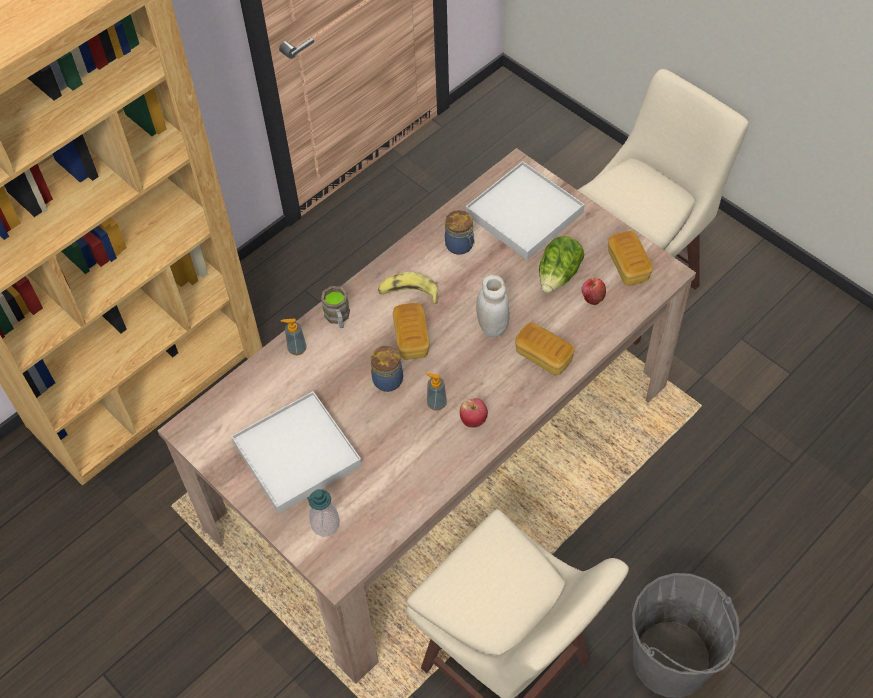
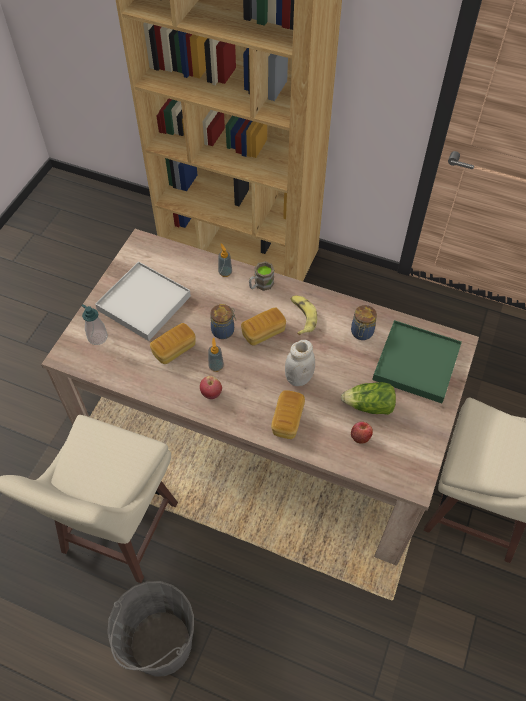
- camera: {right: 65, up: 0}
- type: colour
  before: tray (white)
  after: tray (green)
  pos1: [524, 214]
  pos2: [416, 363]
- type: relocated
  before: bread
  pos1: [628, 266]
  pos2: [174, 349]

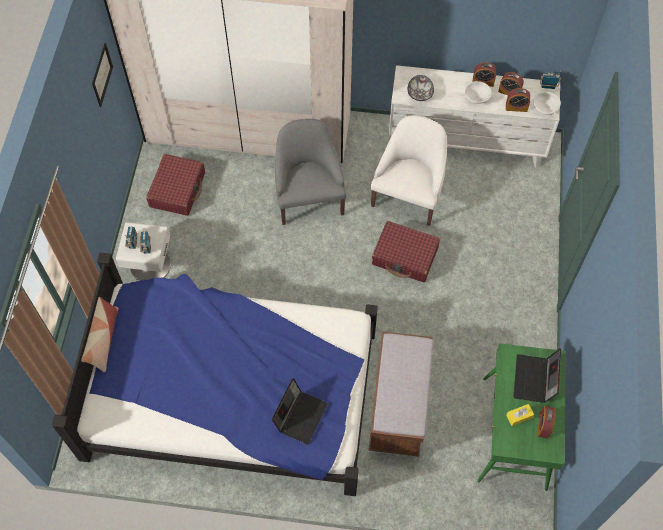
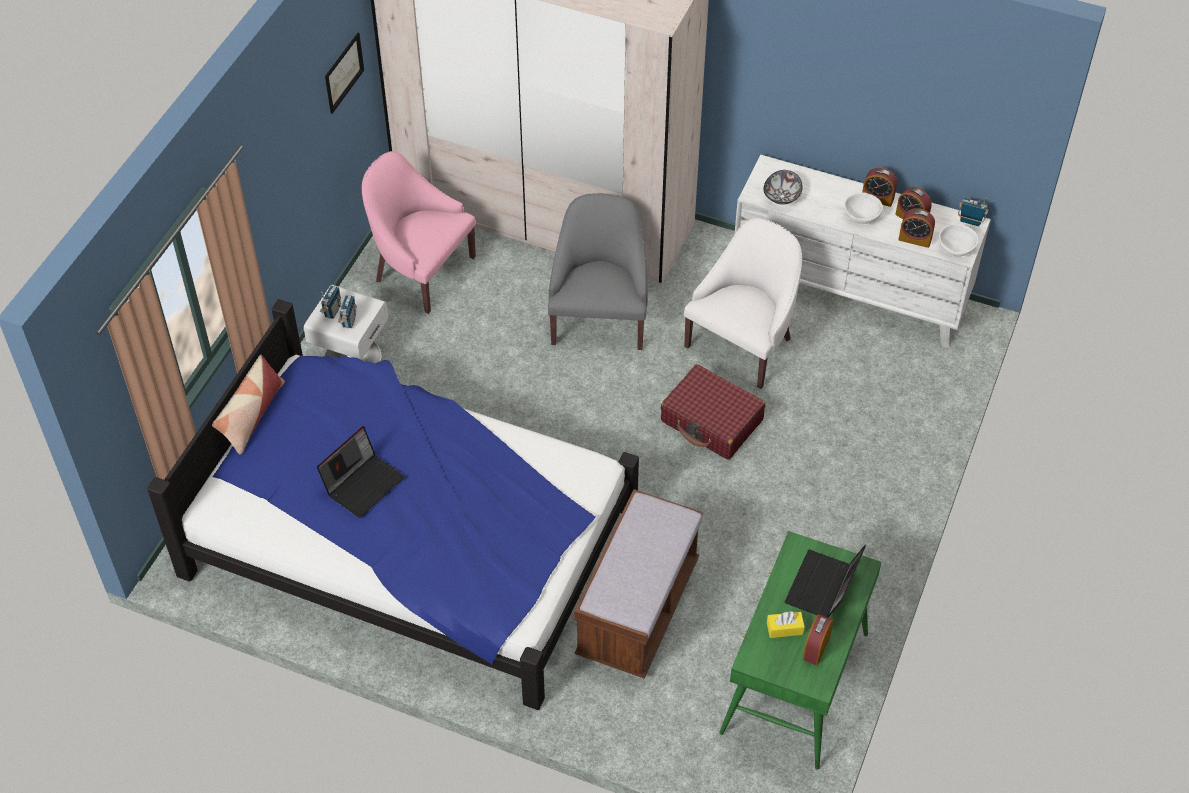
- camera: {right: 15, up: -10}
- type: exchanged
  before: suitcase (red)
  after: armchair (pink)
  pos1: [177, 189]
  pos2: [421, 271]
- type: relocated
  before: laptop
  pos1: [300, 415]
  pos2: [363, 483]

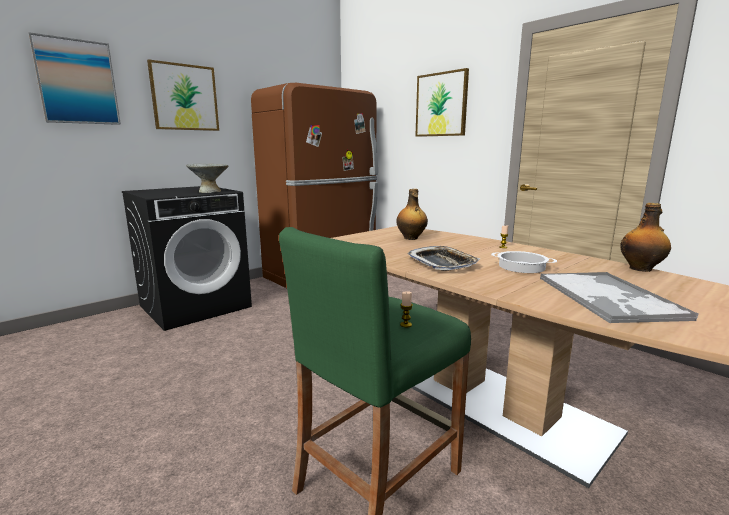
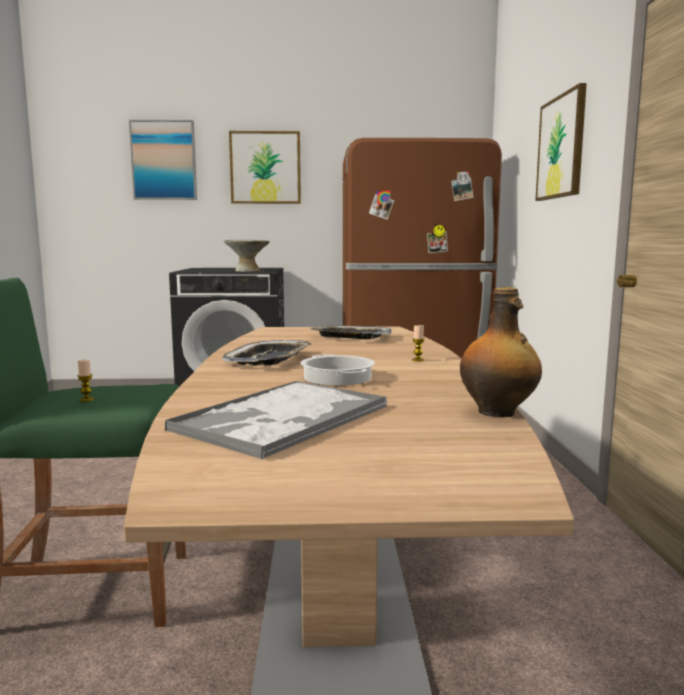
- camera: {right: 40, up: -5}
- type: exchanged
  before: bottle
  after: tray
  pos1: [411, 238]
  pos2: [350, 337]

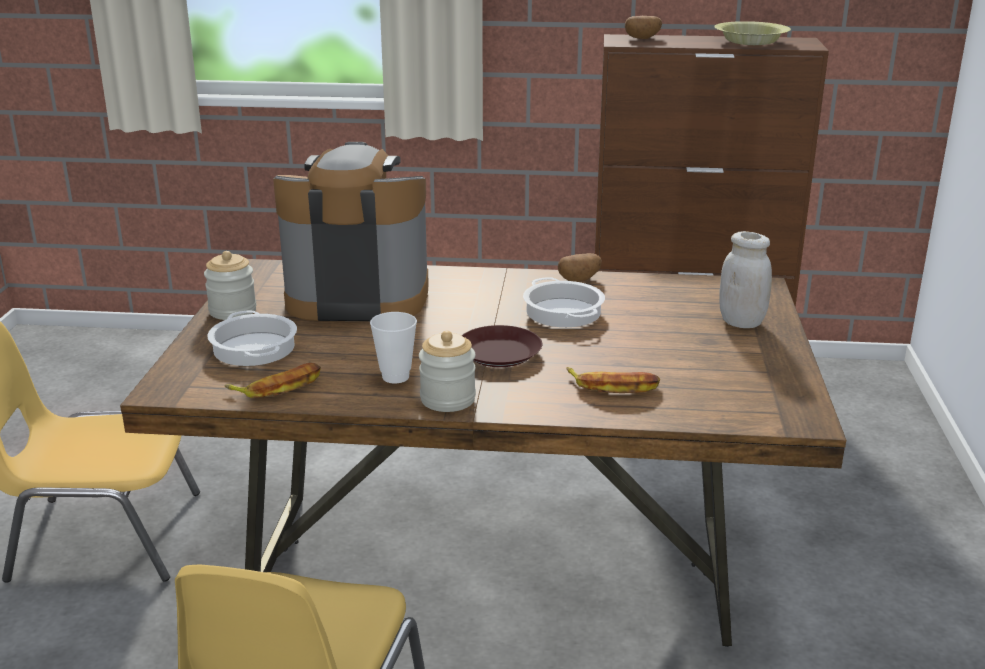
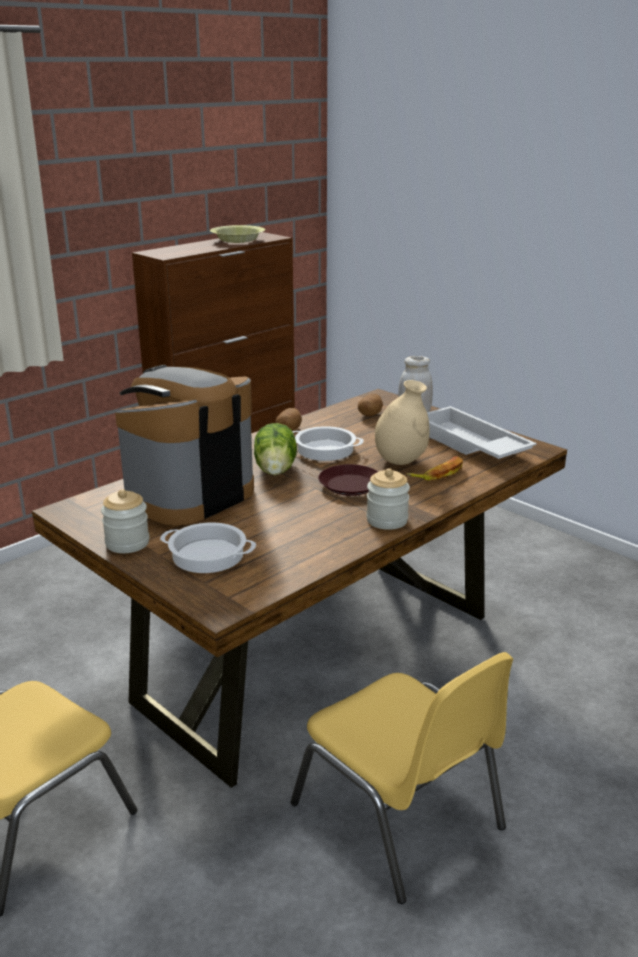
- camera: {right: -50, up: 0}
- type: missing
  before: banana
  pos1: [278, 387]
- type: missing
  before: cup
  pos1: [395, 377]
- type: relocated
  before: potato
  pos1: [642, 38]
  pos2: [370, 414]
- type: appeared
  after: lettuce
  pos2: [276, 470]
- type: appeared
  after: vase (beige)
  pos2: [400, 461]
- type: appeared
  after: tray (white)
  pos2: [469, 444]

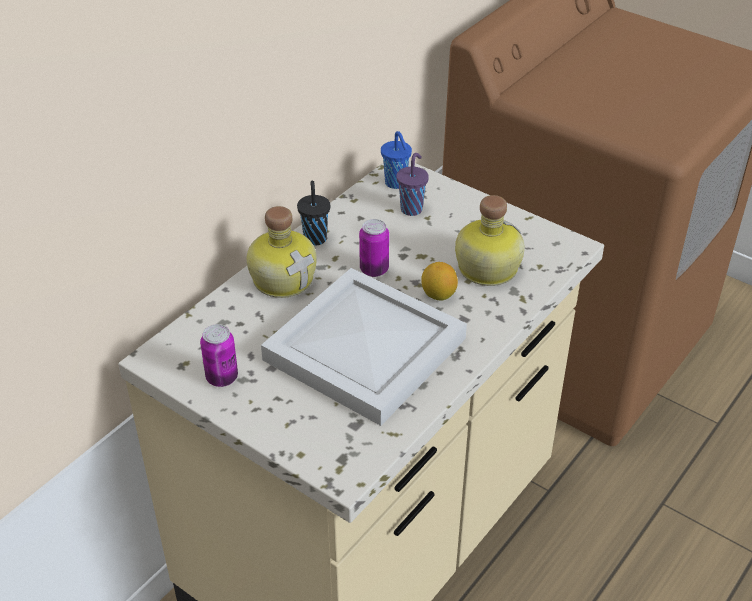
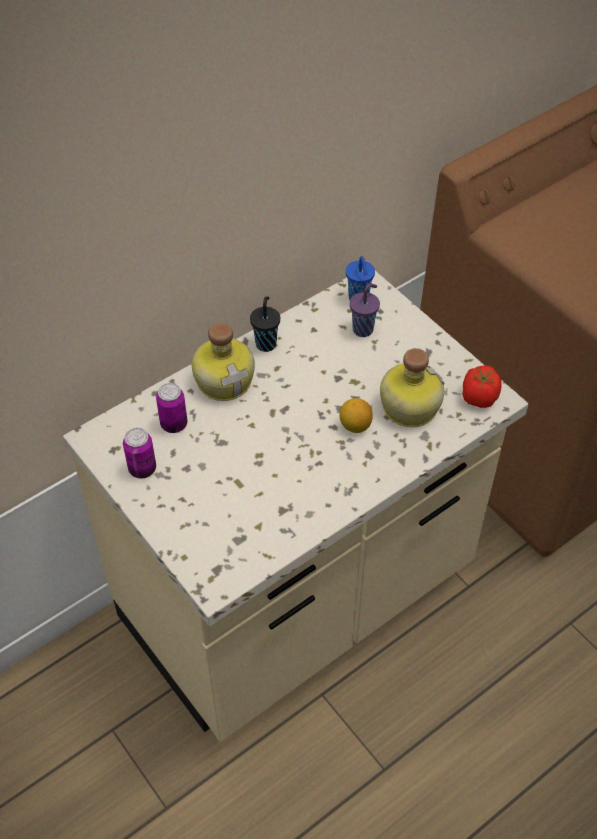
- camera: {right: 15, up: 10}
- type: missing
  before: tray (white)
  pos1: [364, 347]
- type: relocated
  before: can
  pos1: [374, 270]
  pos2: [174, 424]
- type: appeared
  after: tomato
  pos2: [478, 397]

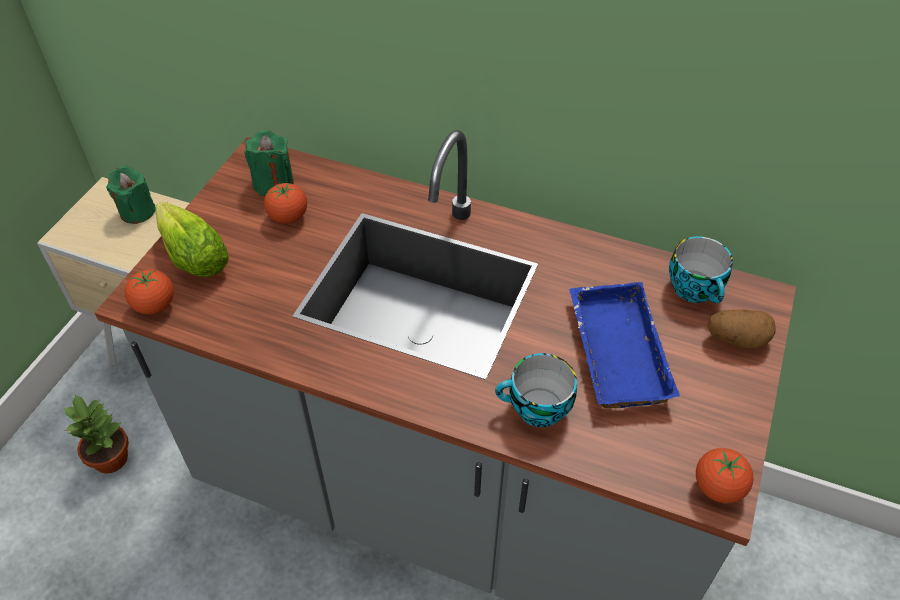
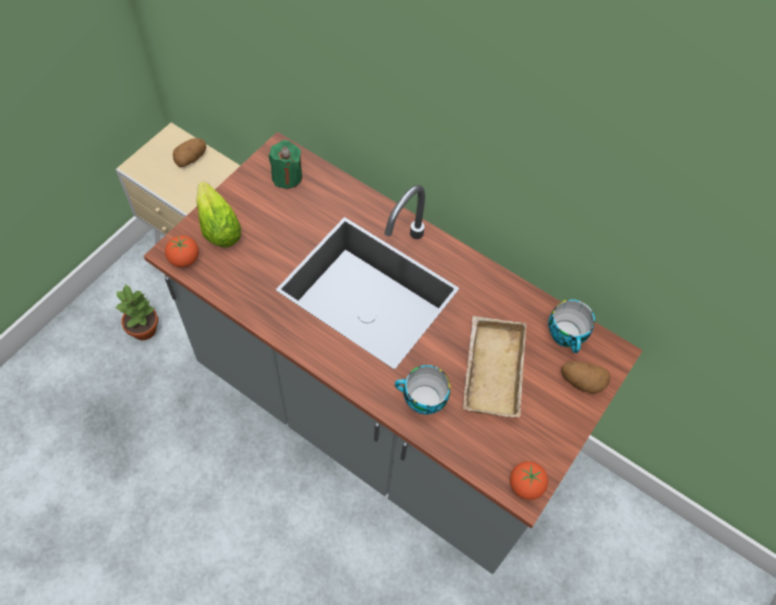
- camera: {right: 10, up: 10}
- type: exchanged
  before: candle (green)
  after: potato
  pos1: [137, 211]
  pos2: [191, 158]
- type: missing
  before: tomato
  pos1: [288, 217]
- type: colour
  before: tray (blue)
  after: tray (beige)
  pos1: [613, 350]
  pos2: [490, 369]

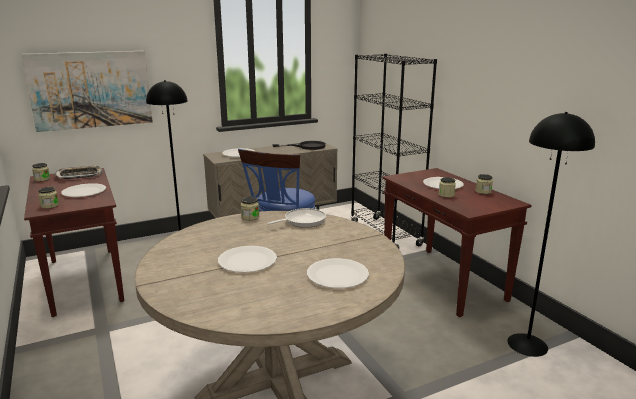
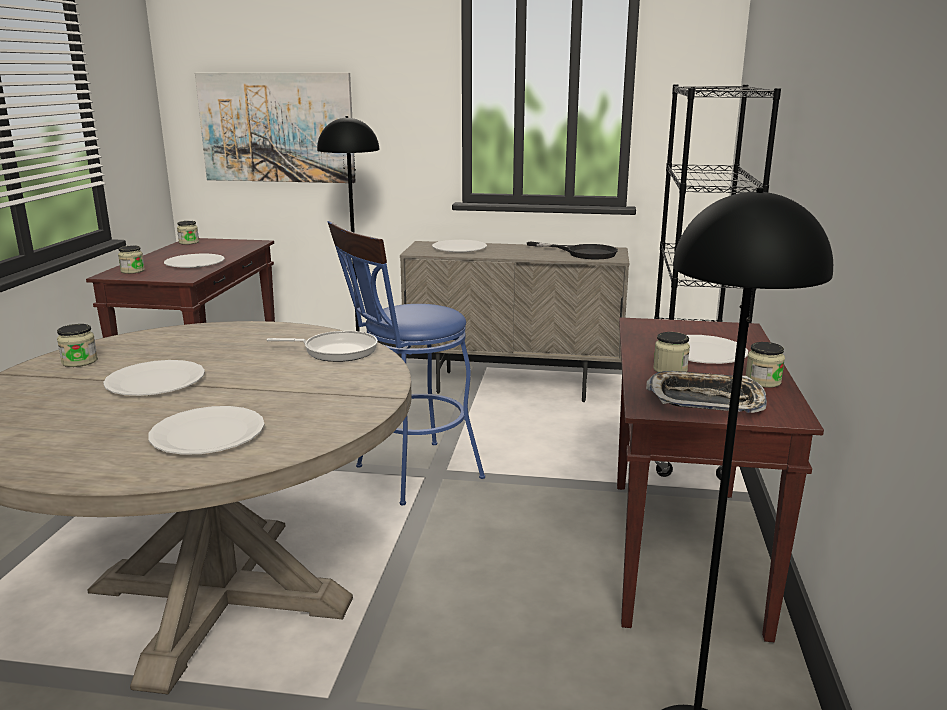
- camera: {right: 35, up: 0}
- type: relocated
  before: tray
  pos1: [79, 175]
  pos2: [705, 400]
- type: relocated
  before: jar
  pos1: [250, 217]
  pos2: [79, 361]

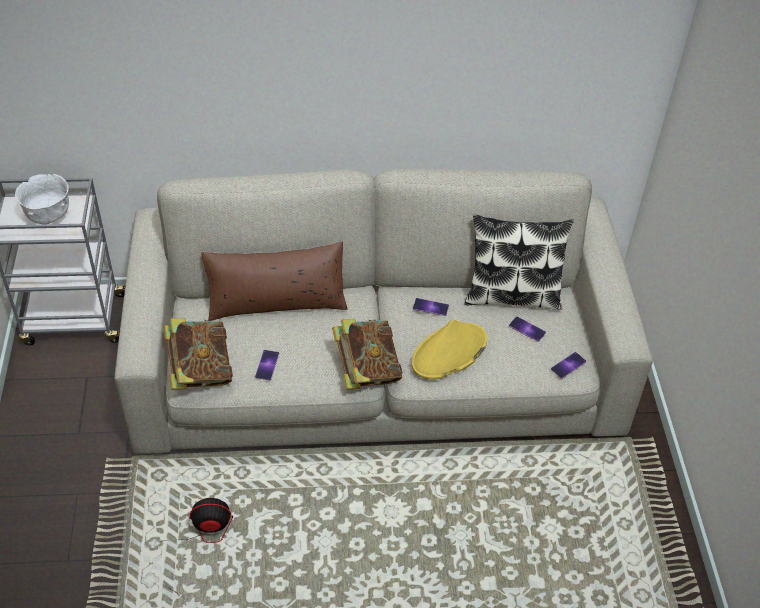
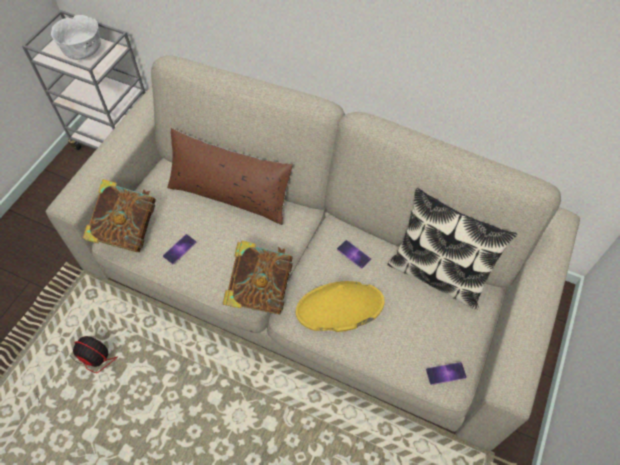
- camera: {right: 30, up: 10}
- type: missing
  before: phone
  pos1: [527, 329]

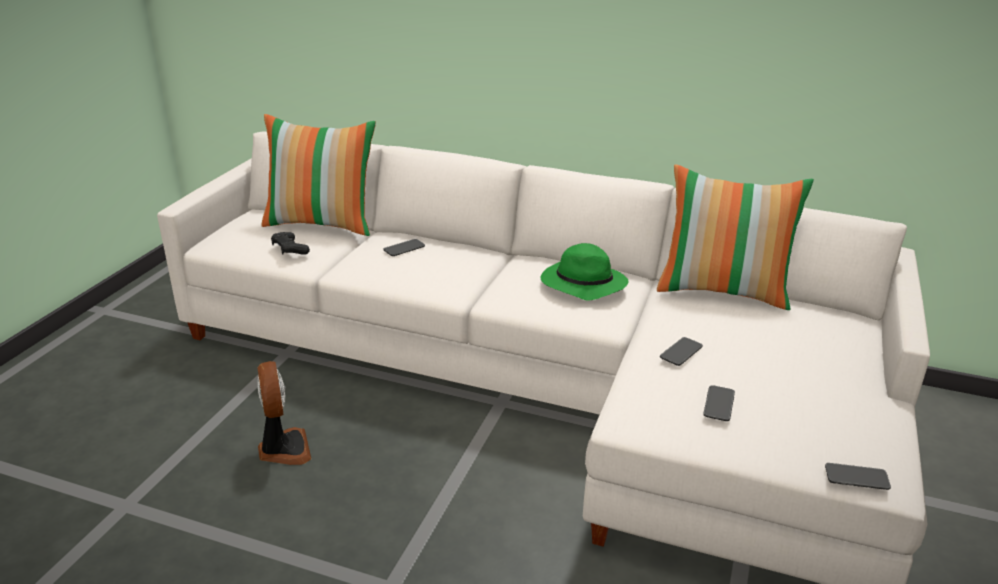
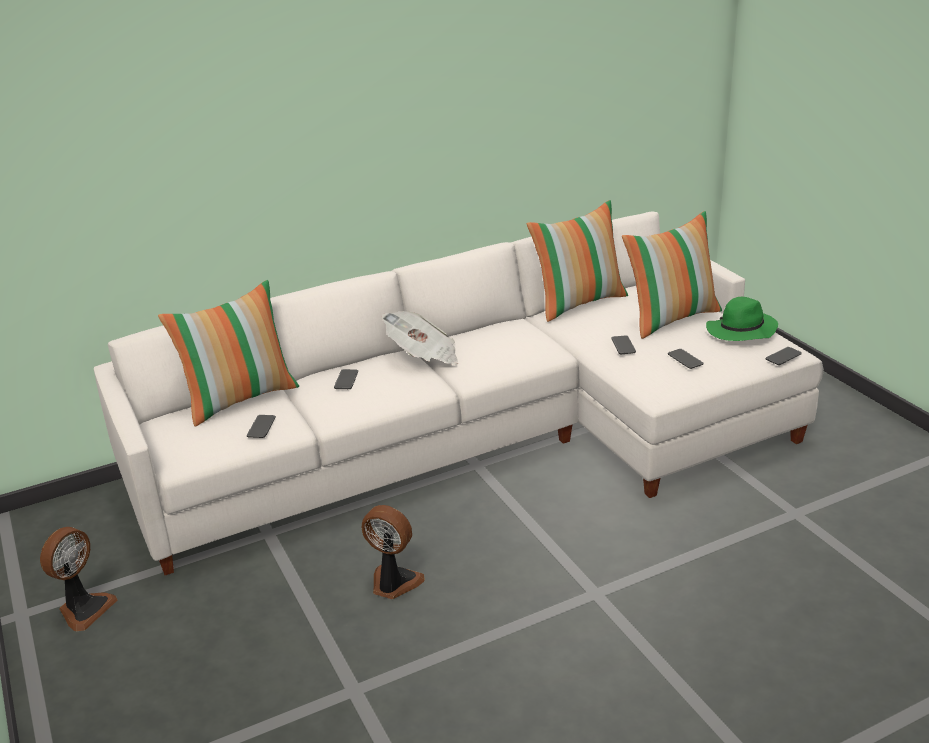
- camera: {right: -45, up: 0}
- type: exchanged
  before: game controller (black)
  after: phone
  pos1: [290, 249]
  pos2: [261, 427]
- type: relocated
  before: hat (green)
  pos1: [582, 285]
  pos2: [740, 331]
- type: appeared
  after: fan
  pos2: [84, 609]
- type: appeared
  after: newspaper
  pos2: [423, 356]
- type: appeared
  after: pillow
  pos2: [671, 318]

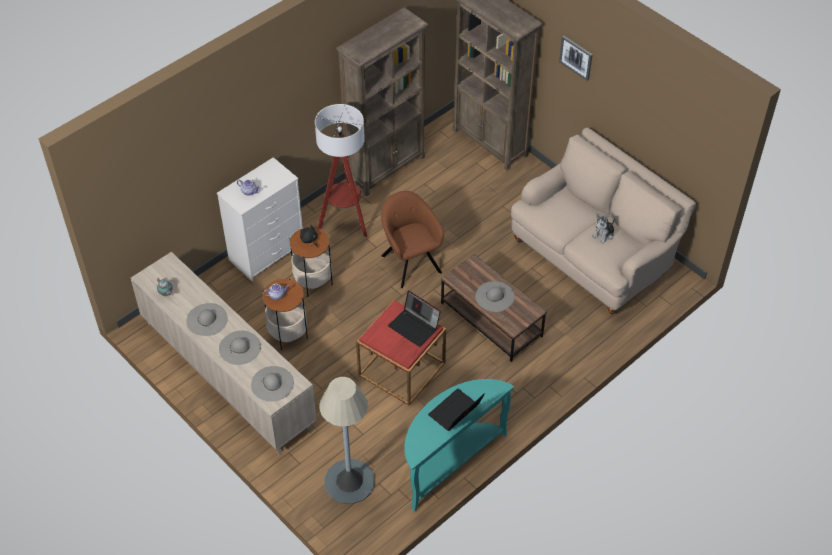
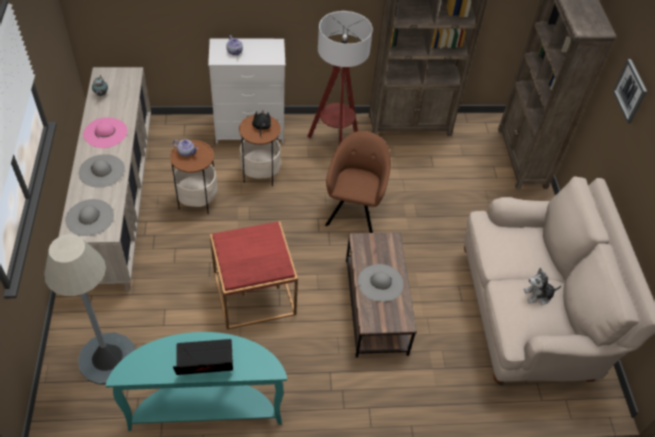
- camera: {right: 35, up: 0}
- type: colour
  before: hat (grey)
  after: hat (pink)
  pos1: [207, 319]
  pos2: [105, 132]
- type: missing
  before: laptop
  pos1: [414, 326]

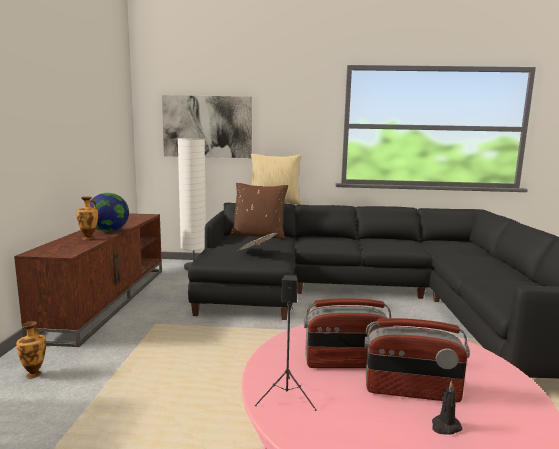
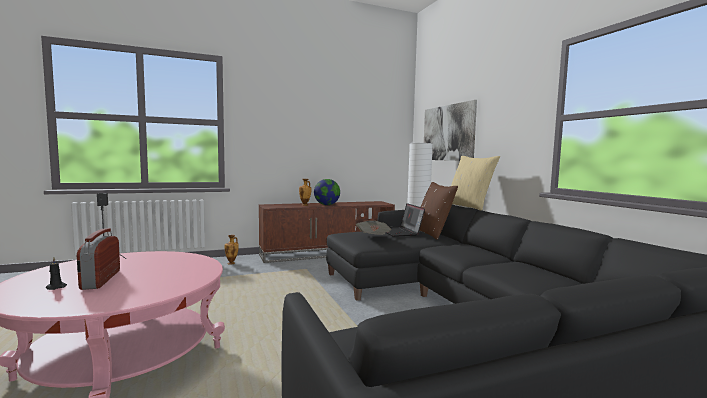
- camera: {right: 65, up: -5}
- type: missing
  before: radio
  pos1: [346, 363]
- type: appeared
  after: laptop
  pos2: [400, 232]

